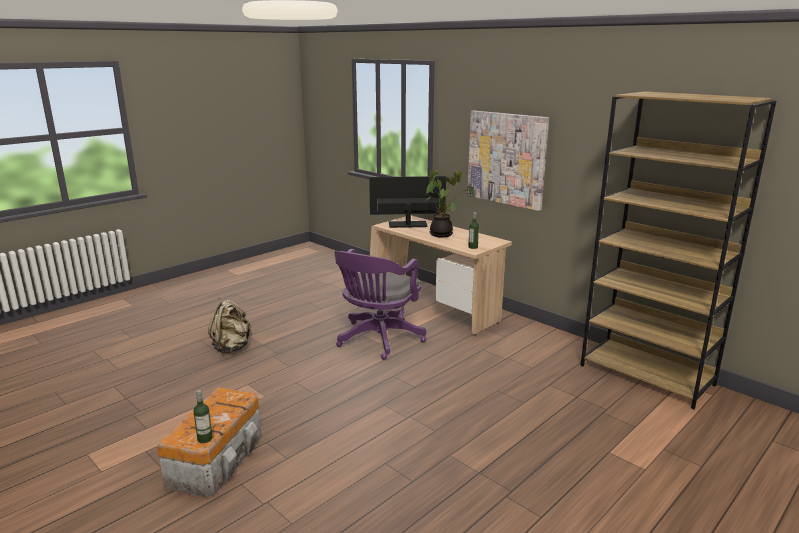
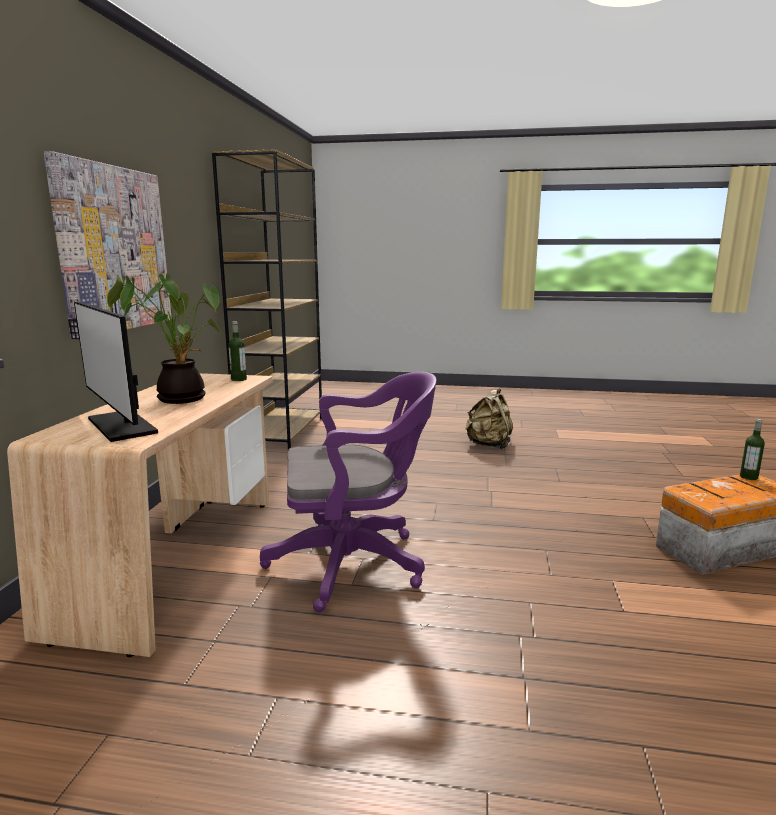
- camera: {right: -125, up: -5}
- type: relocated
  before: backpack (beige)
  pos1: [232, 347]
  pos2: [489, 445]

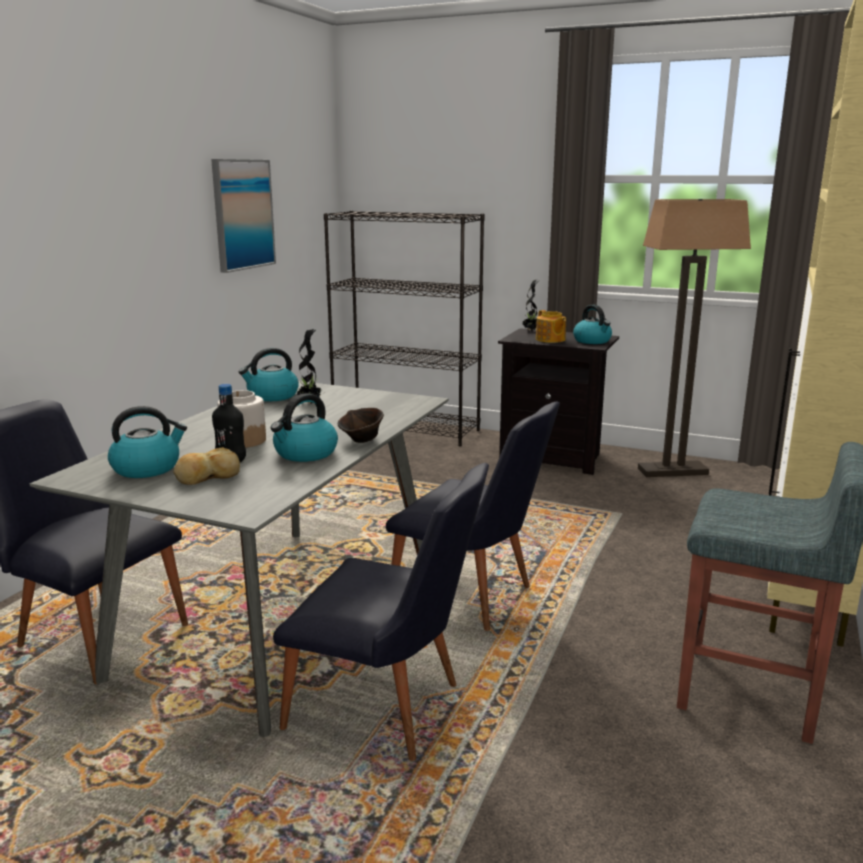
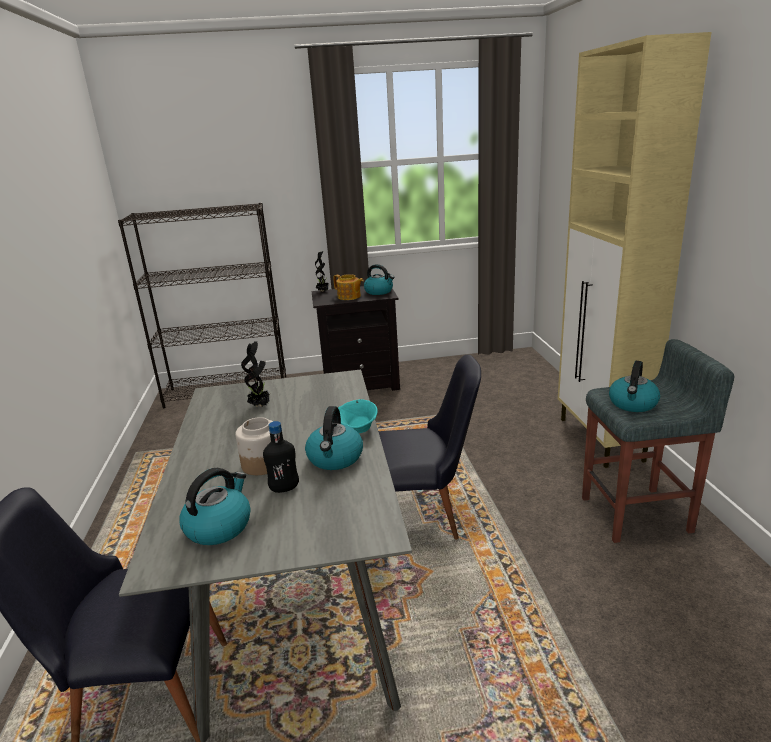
- camera: {right: -30, up: 5}
- type: missing
  before: bread
  pos1: [207, 476]
- type: missing
  before: picture
  pos1: [242, 214]
- type: relocated
  before: kettle
  pos1: [272, 396]
  pos2: [633, 404]
- type: missing
  before: chair (black)
  pos1: [388, 711]
- type: colour
  before: bowl (brown)
  after: bowl (turquoise)
  pos1: [361, 440]
  pos2: [359, 430]
- type: missing
  before: floor lamp
  pos1: [673, 471]

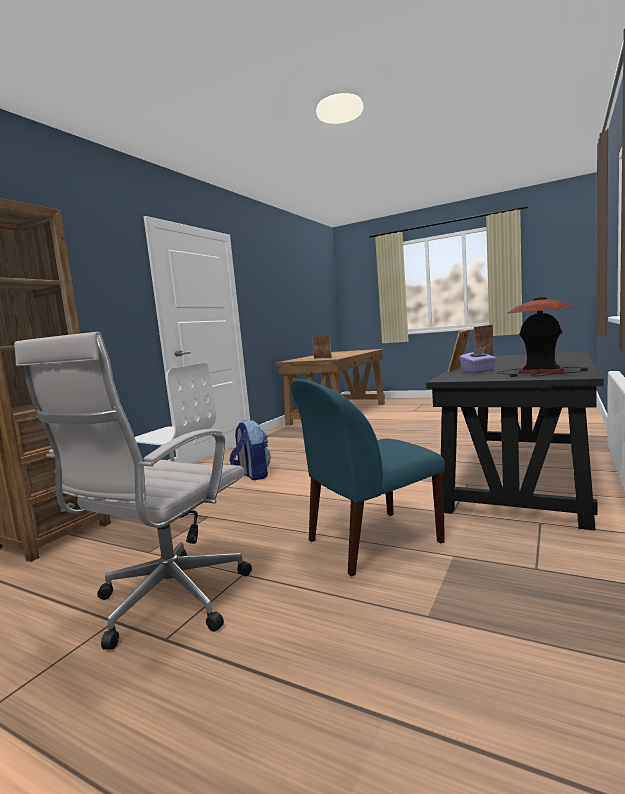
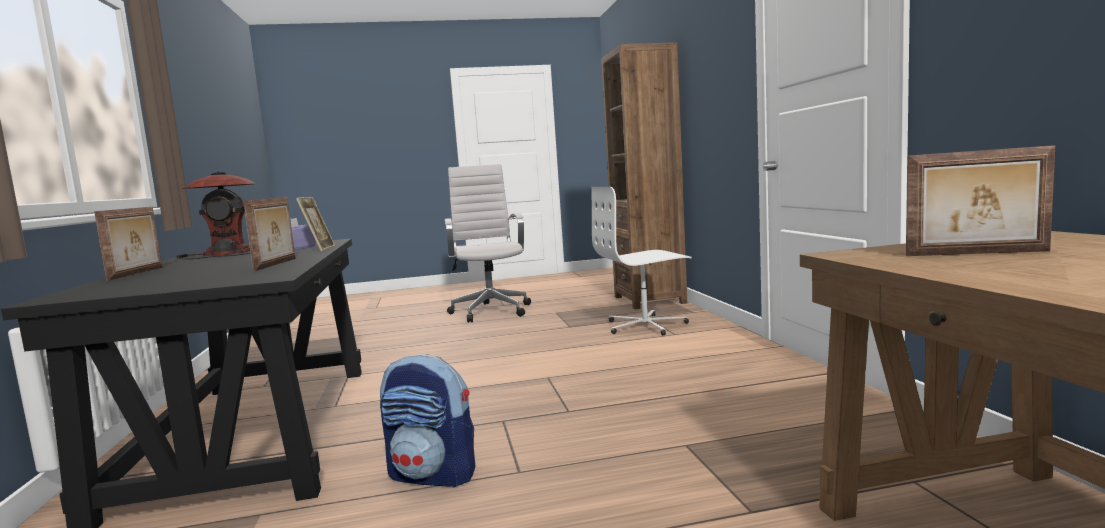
- camera: {right: 140, up: 0}
- type: relocated
  before: backpack
  pos1: [252, 475]
  pos2: [433, 475]
- type: missing
  before: chair (blue)
  pos1: [371, 542]
- type: appeared
  after: picture frame
  pos2: [138, 273]

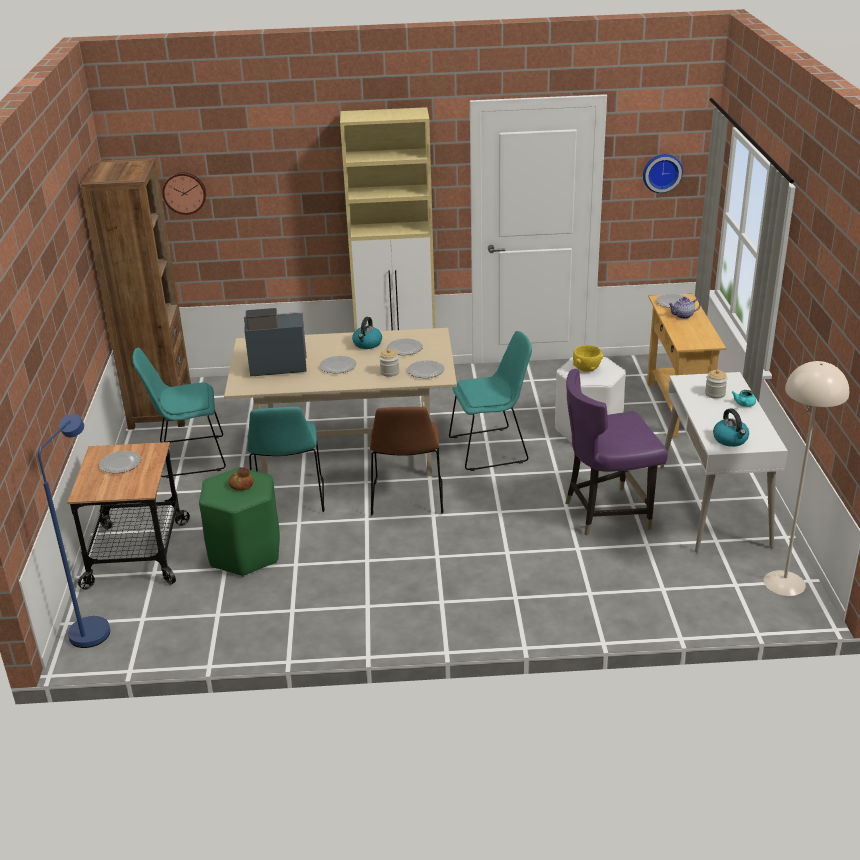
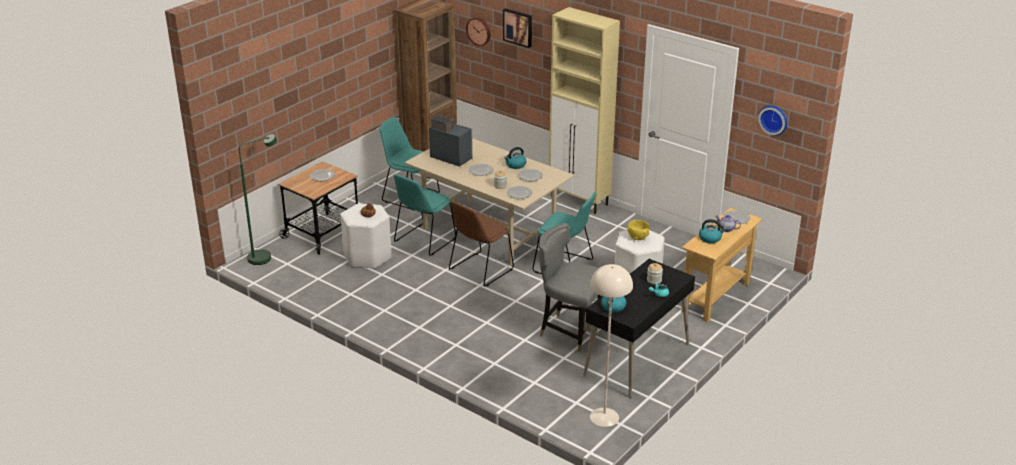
- camera: {right: 40, up: 0}
- type: colour
  before: floor lamp (blue)
  after: floor lamp (green)
  pos1: [95, 626]
  pos2: [265, 256]
- type: colour
  before: stool (green)
  after: stool (white)
  pos1: [245, 553]
  pos2: [367, 257]
- type: colour
  before: chair (purple)
  after: chair (grey)
  pos1: [606, 513]
  pos2: [570, 331]
- type: colour
  before: desk (white)
  after: desk (black)
  pos1: [714, 506]
  pos2: [637, 360]
- type: appeared
  after: picture
  pos2: [518, 27]
- type: appeared
  after: kettle
  pos2: [710, 238]

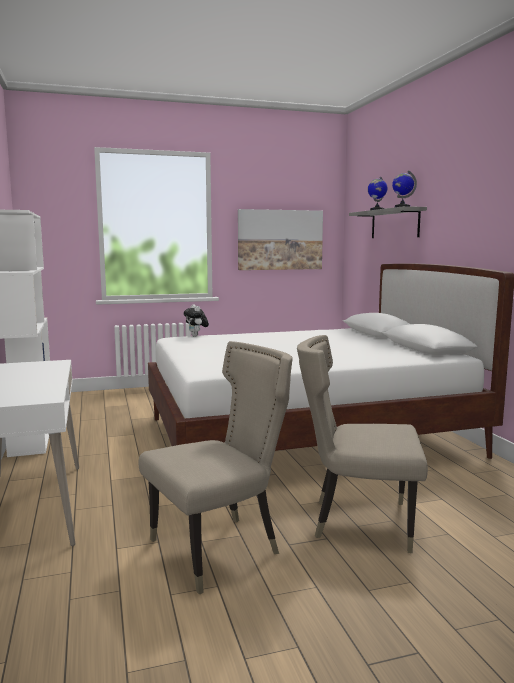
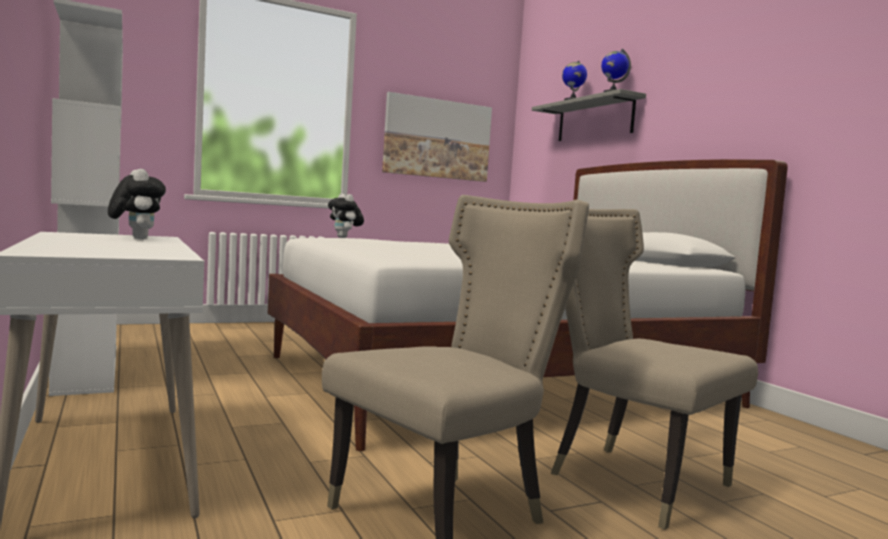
- camera: {right: -10, up: -5}
- type: spun
  before: chair (beige)
  pos1: [357, 522]
  pos2: [631, 480]
  turn: 45
- type: appeared
  after: plush toy
  pos2: [135, 238]

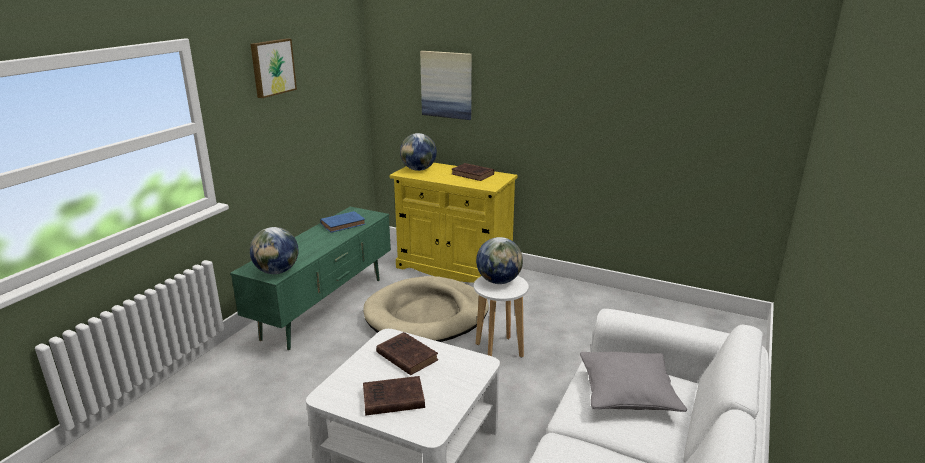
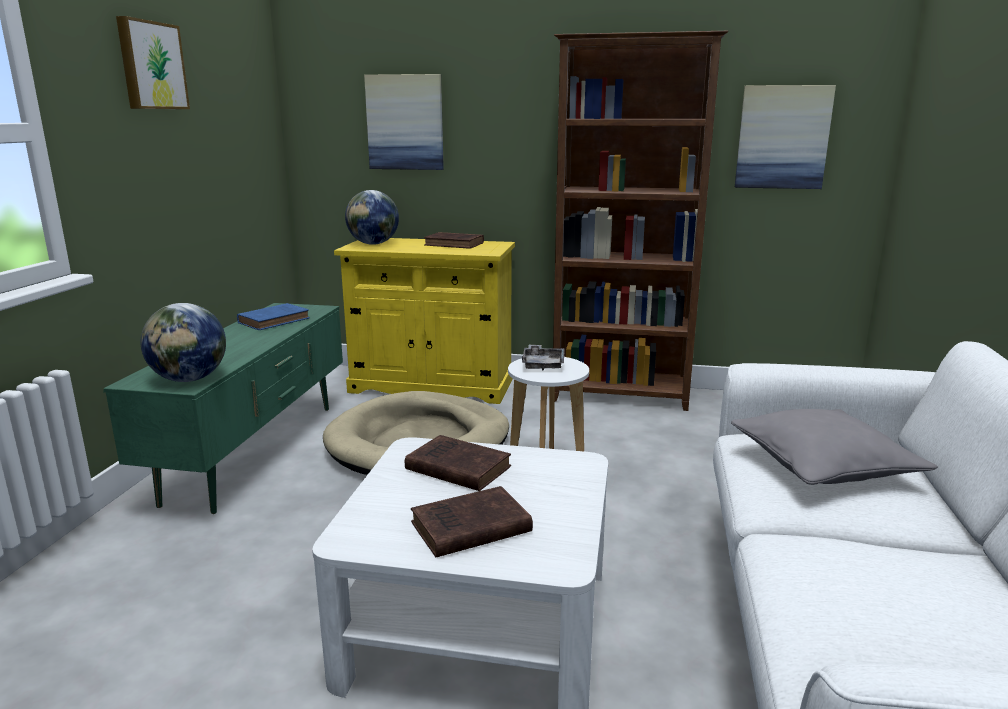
- camera: {right: -15, up: -5}
- type: exchanged
  before: globe
  after: tray (grey)
  pos1: [499, 281]
  pos2: [543, 364]
- type: appeared
  after: bookcase (brown)
  pos2: [621, 396]
- type: appeared
  after: picture
  pos2: [782, 137]

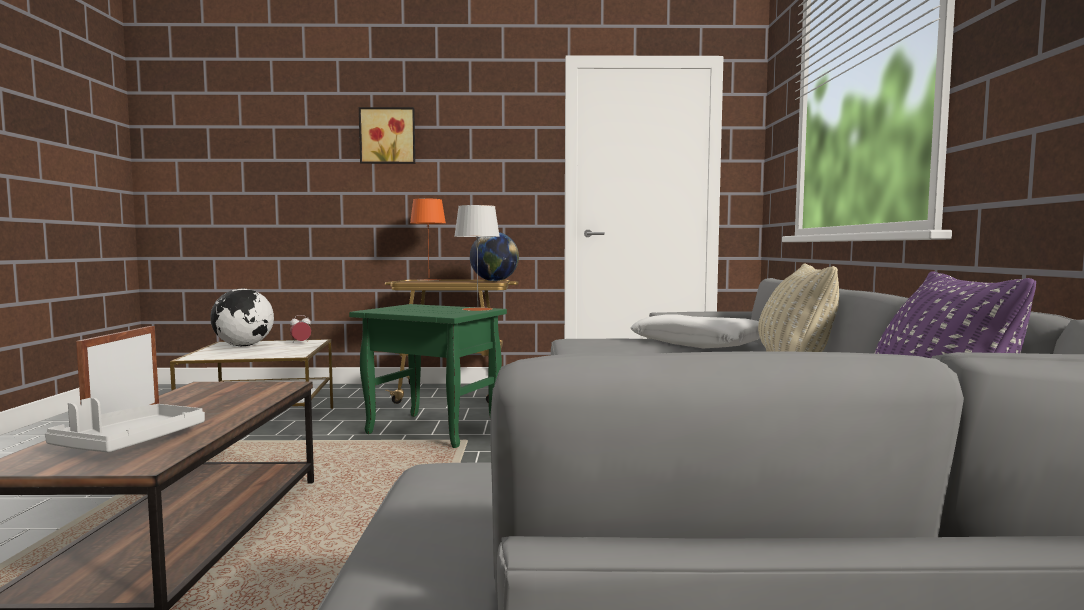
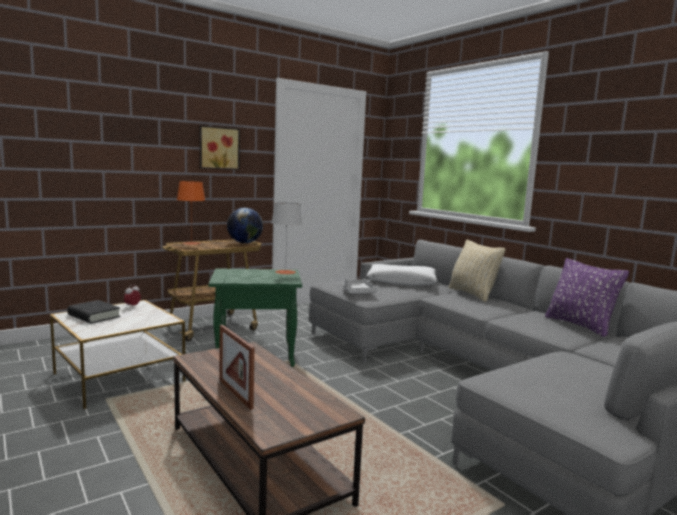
- camera: {right: -35, up: 5}
- type: relocated
  before: tray (grey)
  pos1: [129, 443]
  pos2: [357, 292]
- type: exchanged
  before: globe
  after: book (black)
  pos1: [243, 346]
  pos2: [94, 316]
- type: relocated
  before: picture
  pos1: [388, 136]
  pos2: [218, 148]

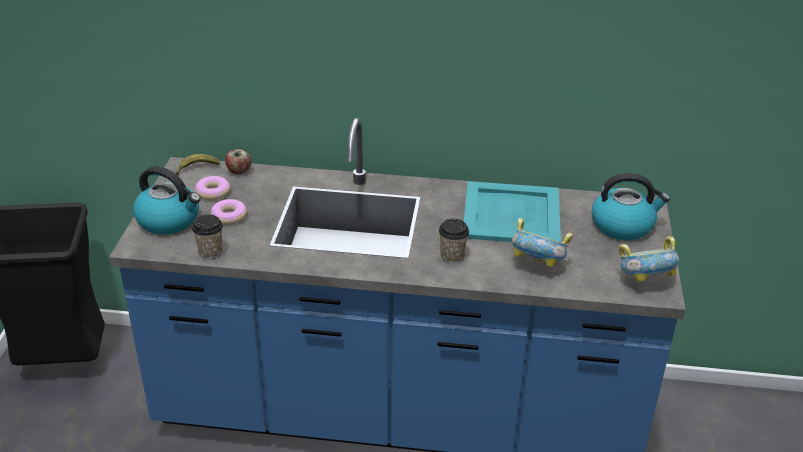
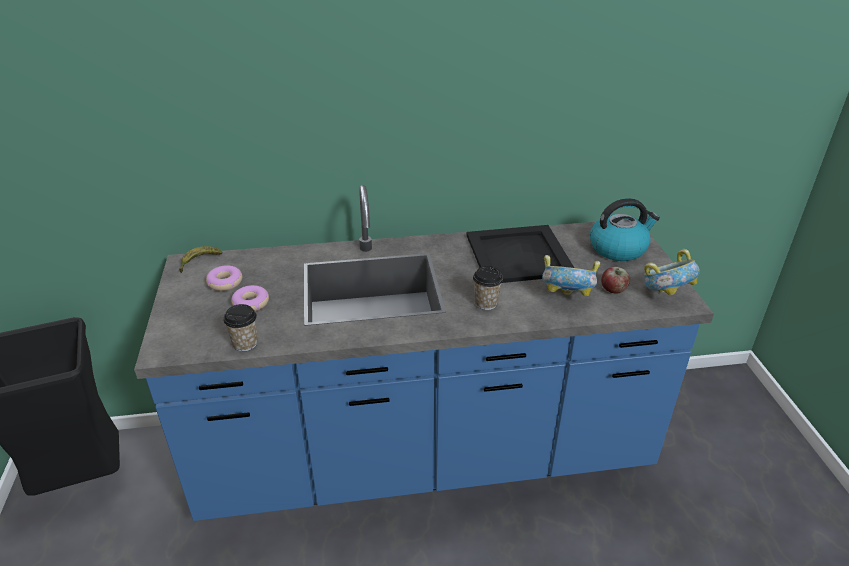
- camera: {right: -15, up: 0}
- type: missing
  before: kettle
  pos1: [169, 220]
- type: relocated
  before: apple
  pos1: [239, 171]
  pos2: [613, 290]
- type: colour
  before: tray (turquoise)
  after: tray (black)
  pos1: [512, 213]
  pos2: [519, 254]

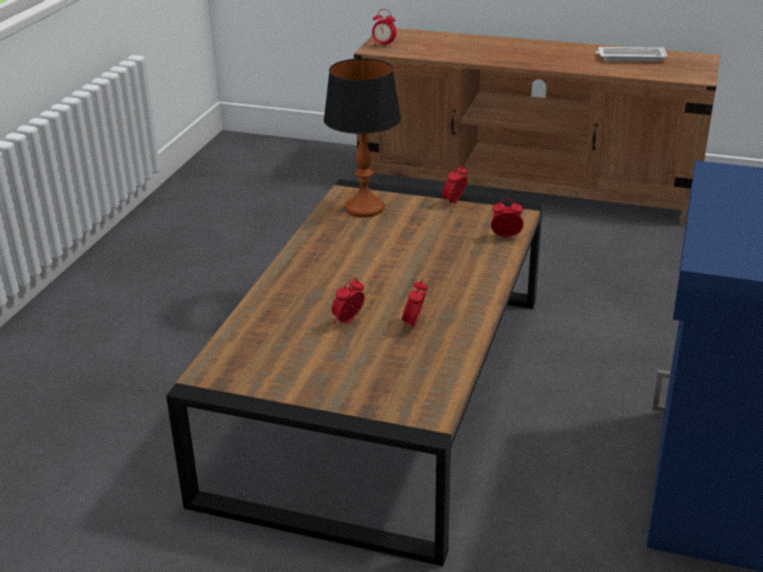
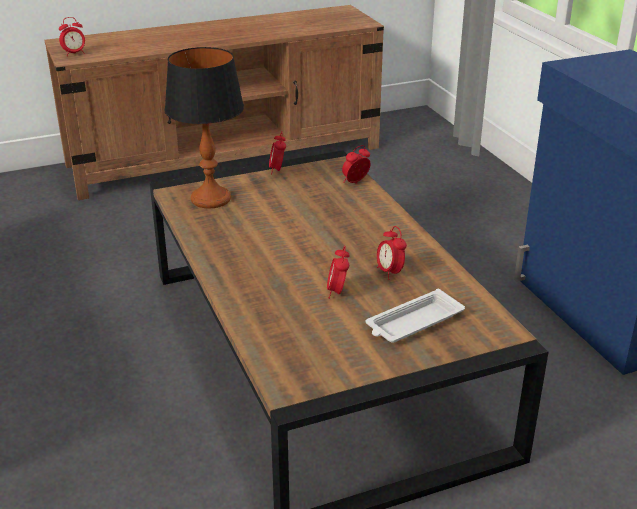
- camera: {right: -40, up: 0}
- type: relocated
  before: tray (white)
  pos1: [630, 58]
  pos2: [413, 323]

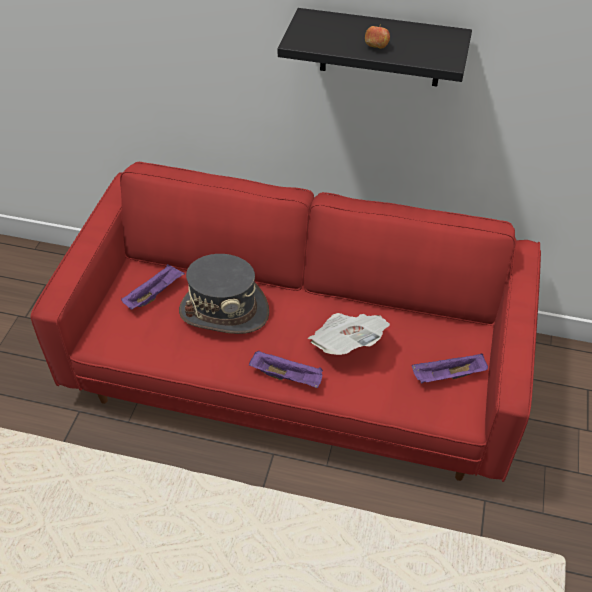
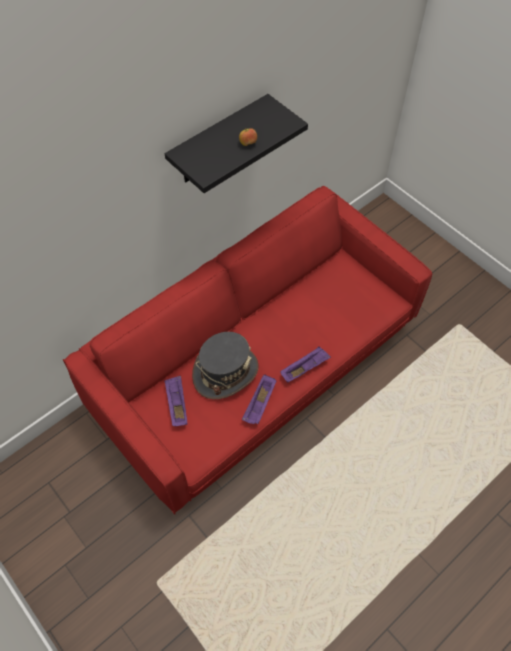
- camera: {right: -55, up: 10}
- type: missing
  before: newspaper
  pos1: [346, 344]
- type: relocated
  before: tray (purple)
  pos1: [447, 376]
  pos2: [259, 404]

